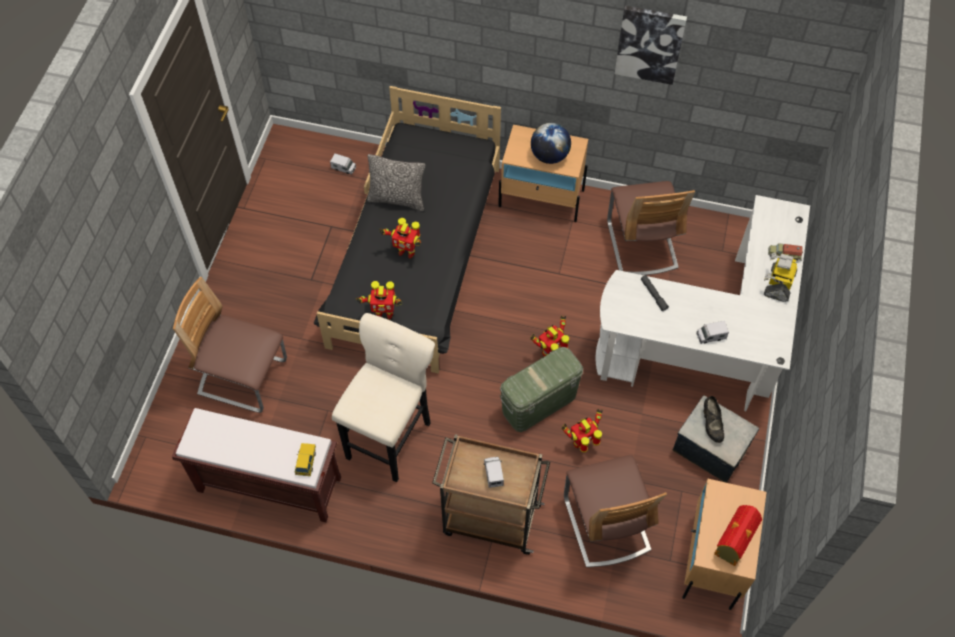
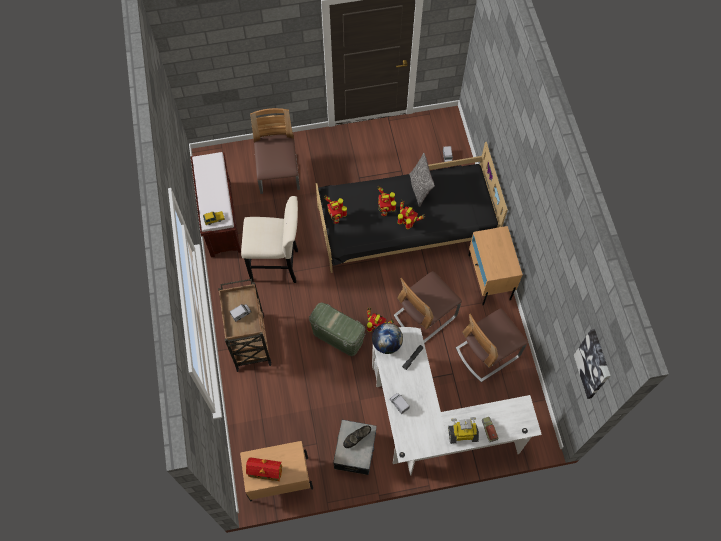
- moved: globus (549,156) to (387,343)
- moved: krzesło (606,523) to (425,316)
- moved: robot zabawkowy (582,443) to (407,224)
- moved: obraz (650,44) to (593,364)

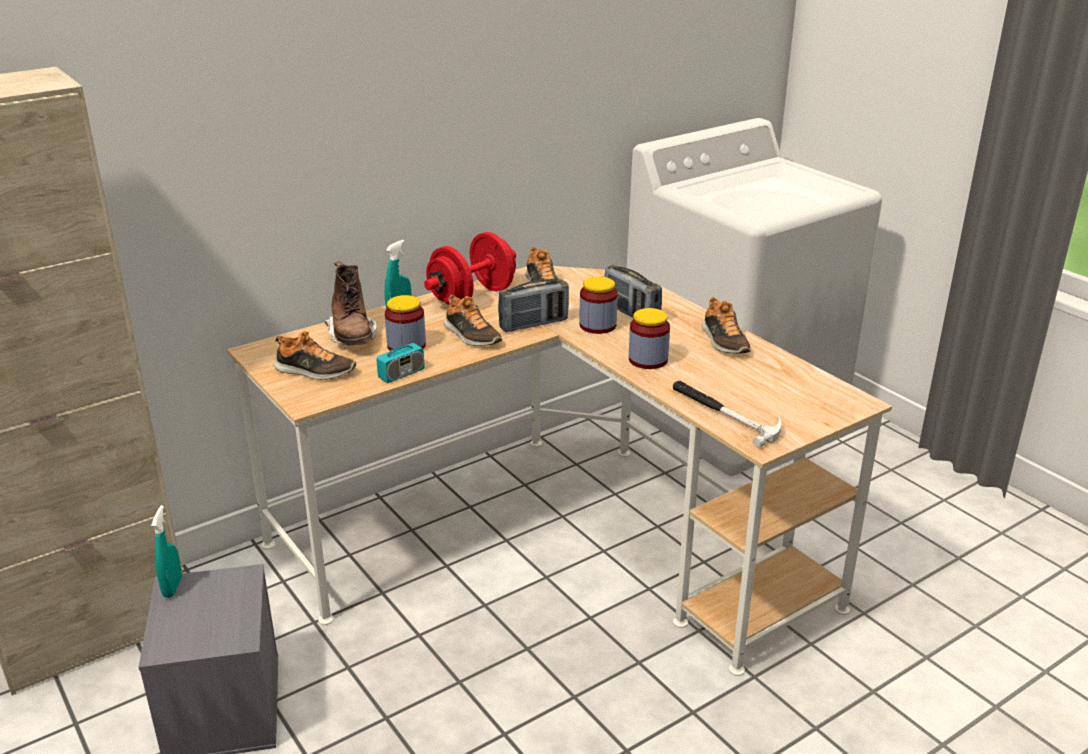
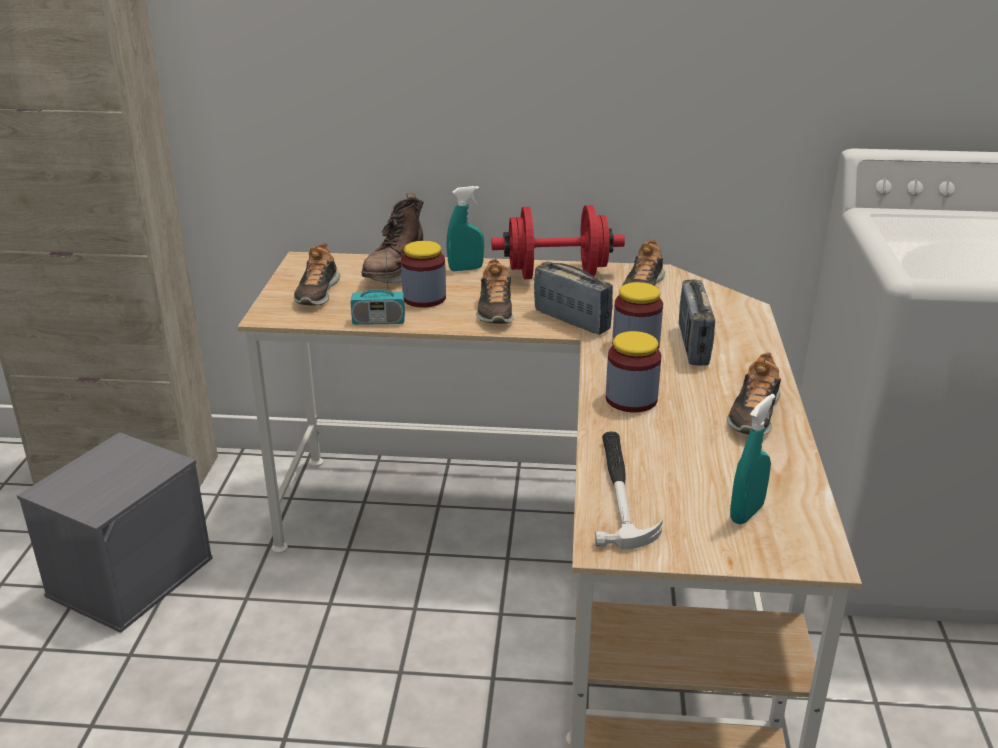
- turned: but (314,371) = (317,293) 45 degrees clockwise
- turned: radio (533,324) = (572,320) 150 degrees counterclockwise
- moved: spryskiwacz [turkusowy] (172,587) to (746,513)

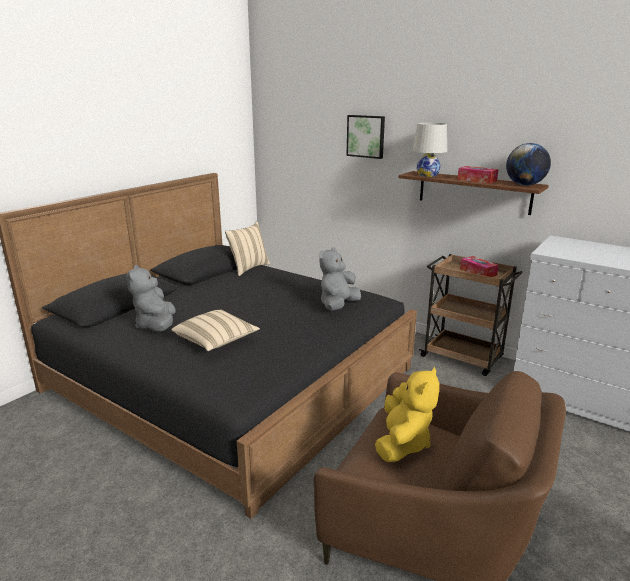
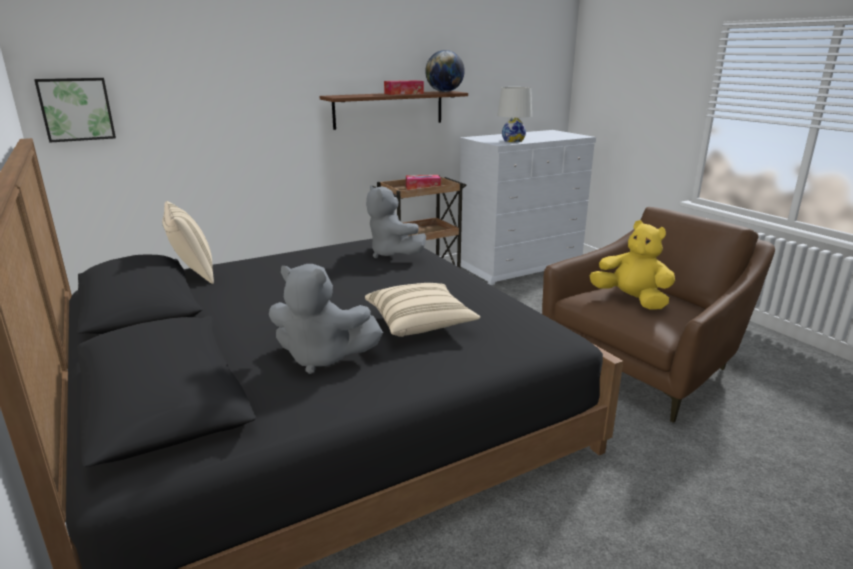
- moved: obraz (366,136) to (76,109)
- moved: lampa stołowa [biały] (428,175) to (513,140)

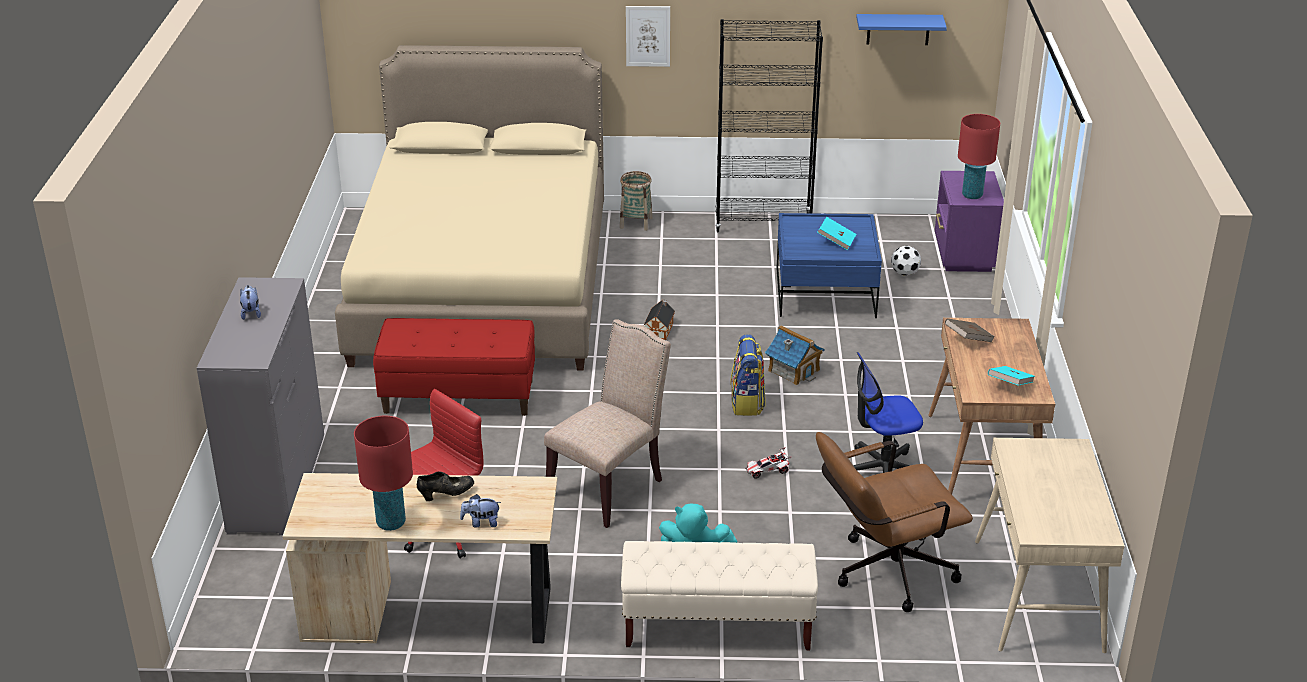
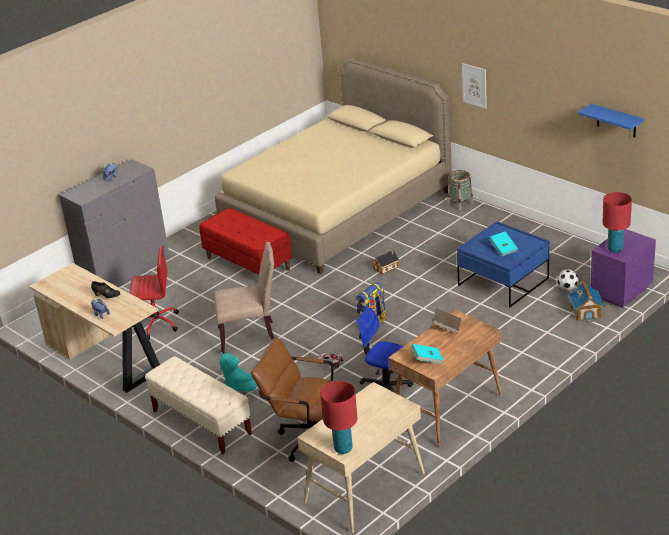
- moved: lampa stołowa [czerwony] (390,523) to (343,448)
- moved: domek (793,370) to (586,312)
- removed: regał [czarny] (763,224)

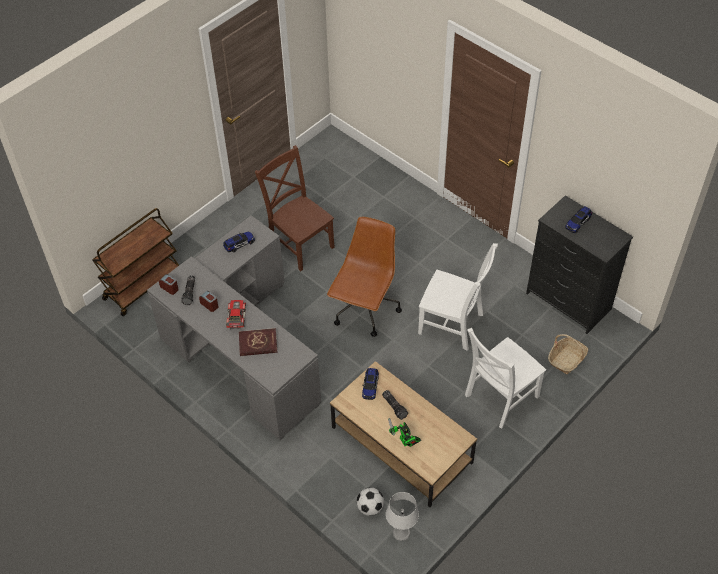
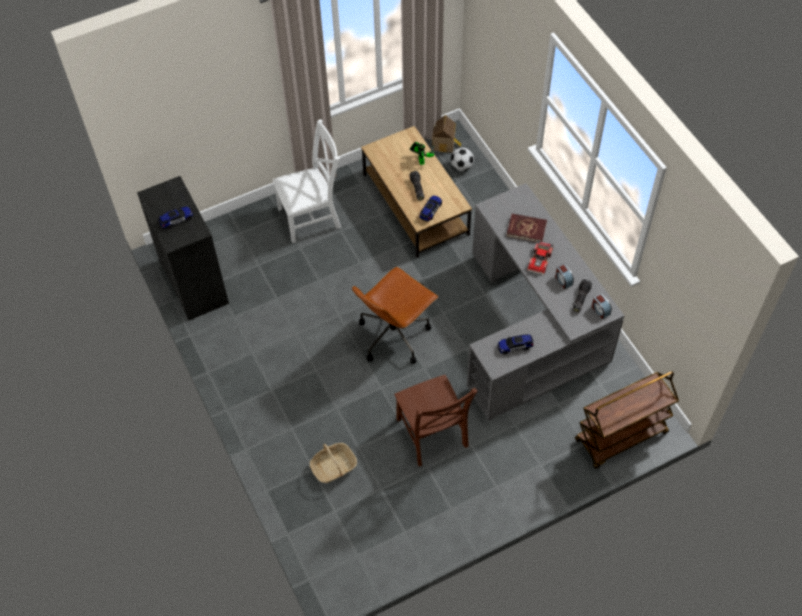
- moved: koszyk (567,359) to (334,467)
- replaced: lampa stołowa [szary] (401,533) to domek (445,143)
- removed: krzesło [biały] (453,325)

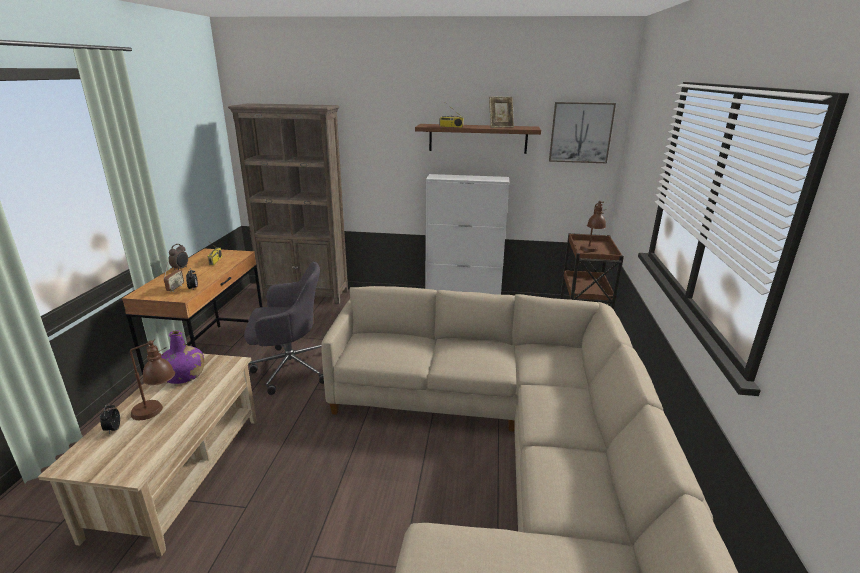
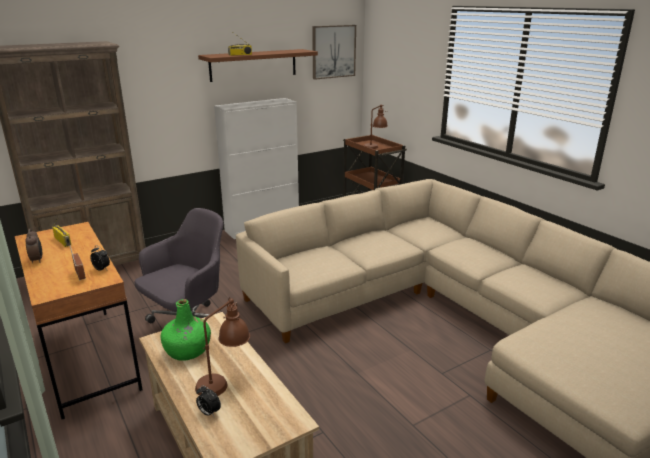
- recoloured: butelka [fioletowy] (183,376) to butelka [zielony] (188,350)
- removed: ramka na zdjęcie (500,127)

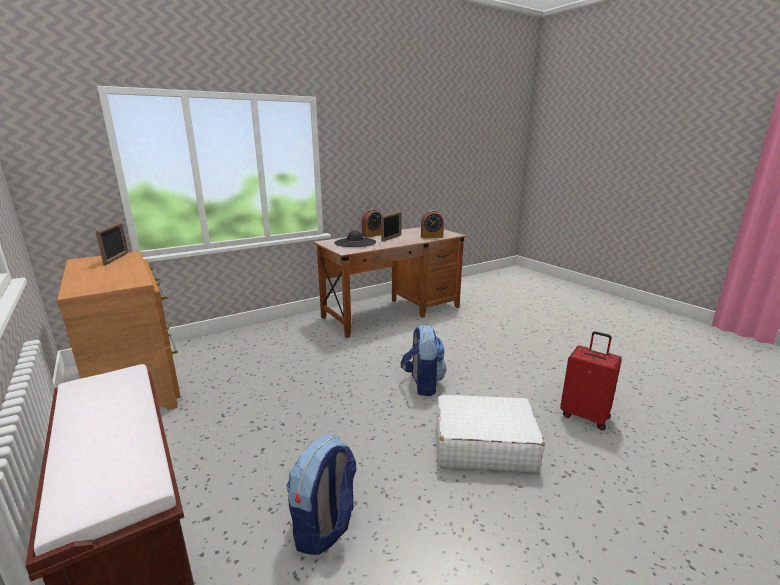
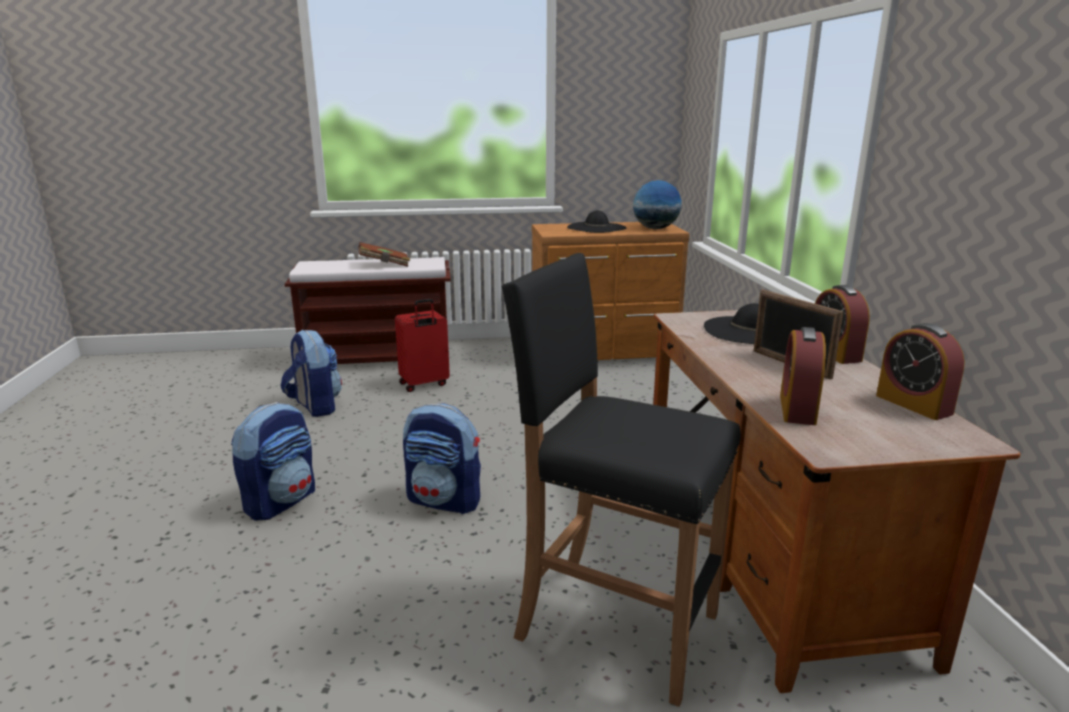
- replaced: walizka [biały] (483,444) to plecak (281,501)
- added: książka [brązowy] (384,265)
- moved: walizka [czerwony] (585,416) to (424,384)
- added: stołek [czarny] (615,626)
- added: kapelusz [czarny] (596,227)
- replaced: ramka na zdjęcie (116,258) to globus (655,228)
- added: budzik (913,404)

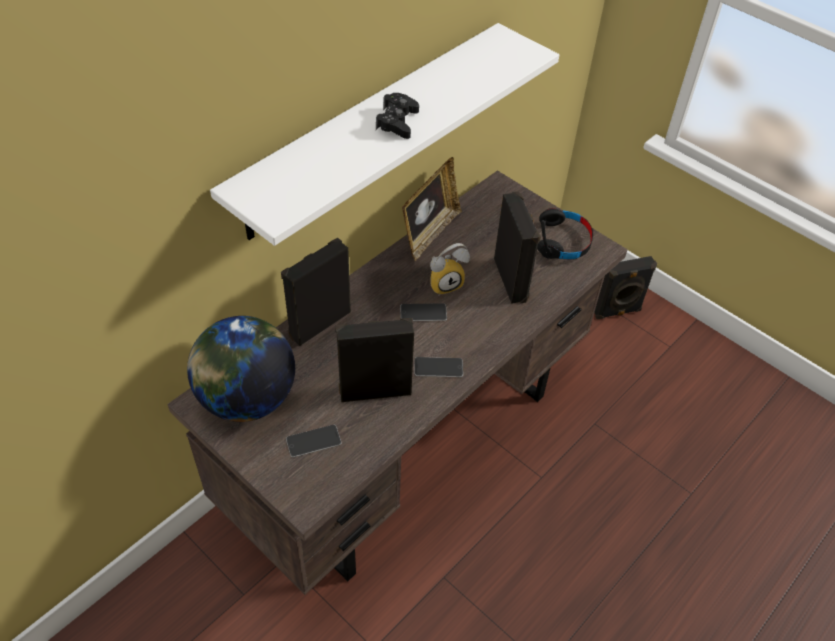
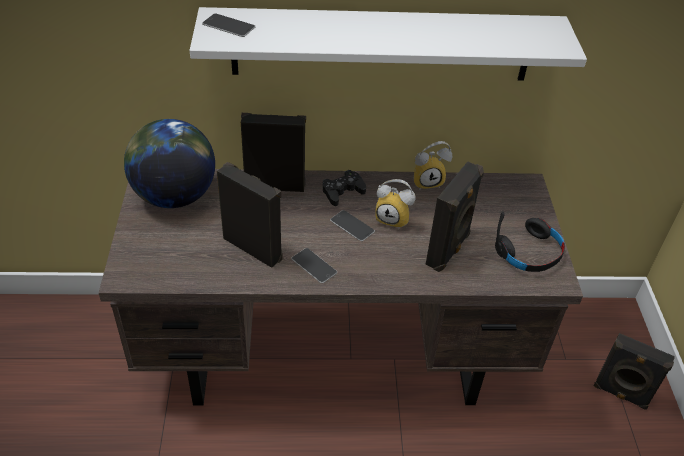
- moved: telefon (313,441) to (228,25)
- moved: pad do gier [czarny] (397,122) to (342,192)
- replaced: ramka na zdjęcie (429,233) to budzik (427,181)

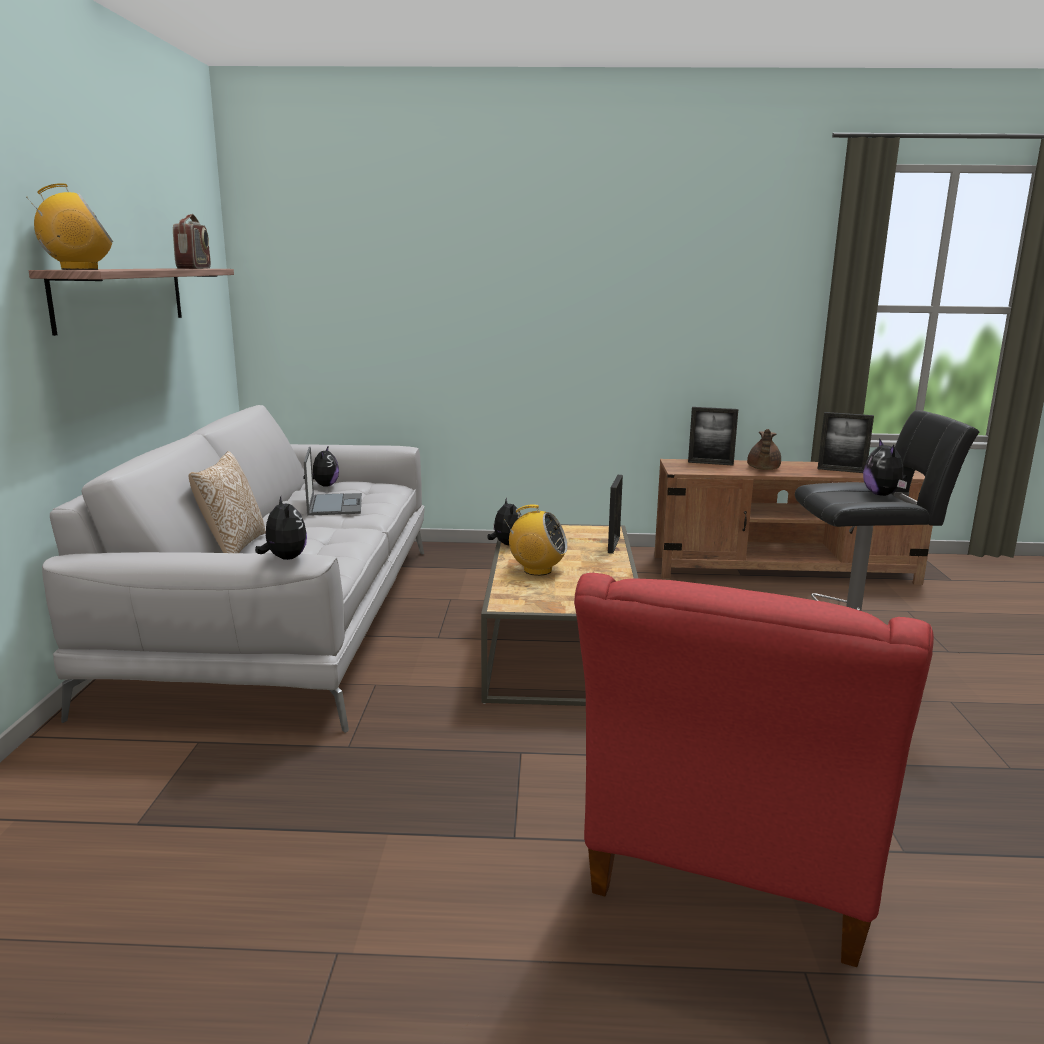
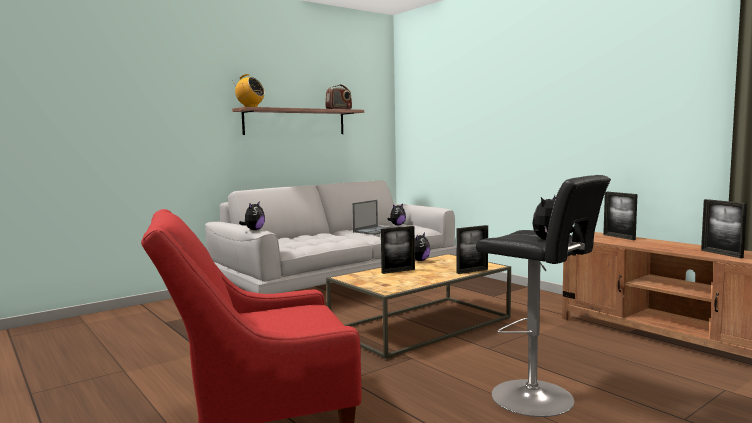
- replaced: radio (537,570) to ramka na zdjęcie (398,271)
- removed: poduszka (232,547)
- removed: imbryk [brązowy] (762,469)

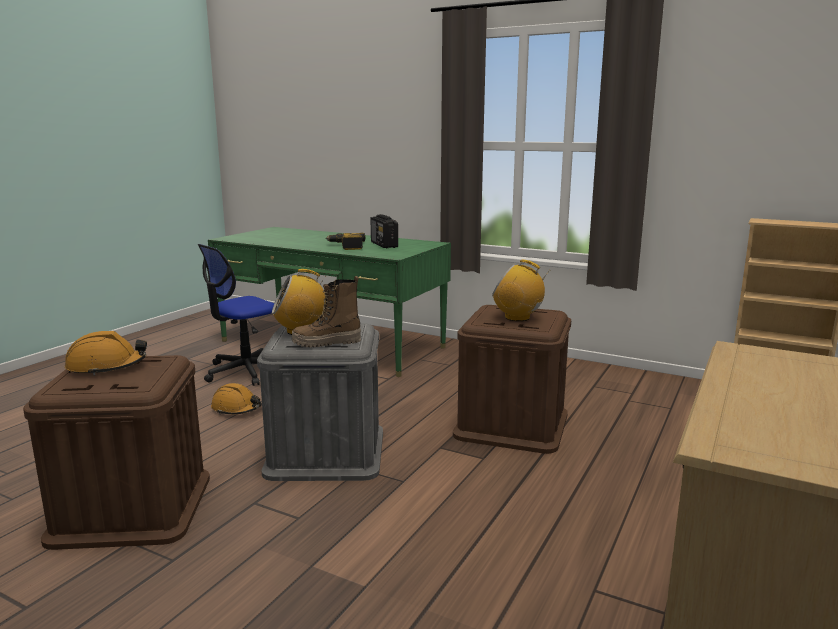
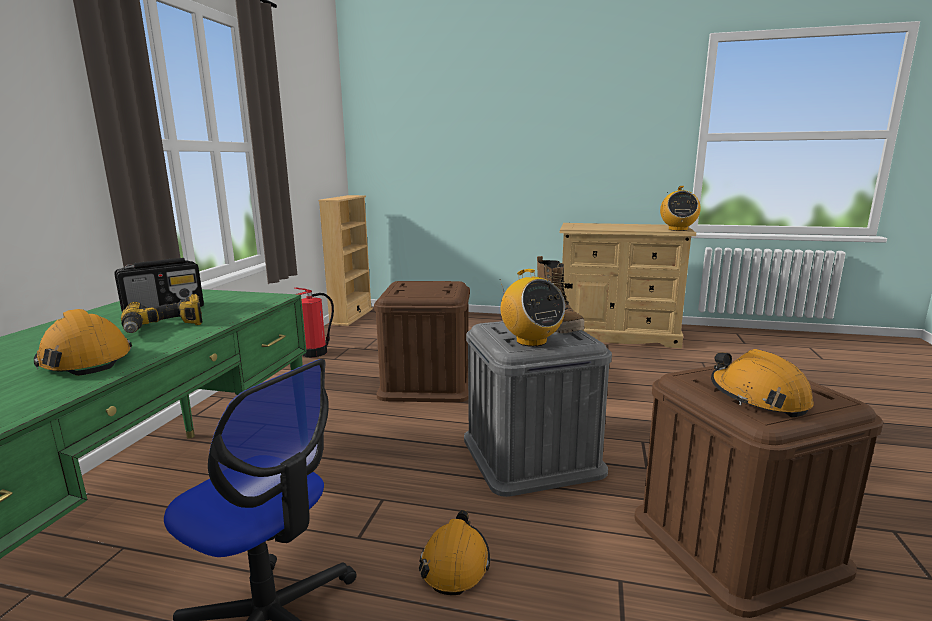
- added: kask [pomarańczowy] (85,360)
- added: gaśnica (315,352)
- moved: radio (517,317) to (677,229)

